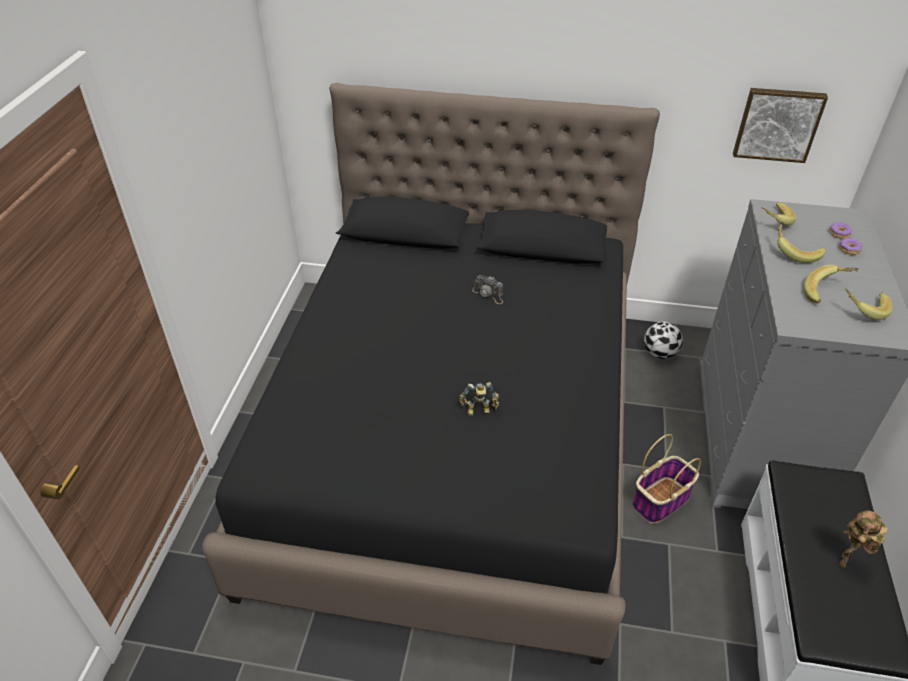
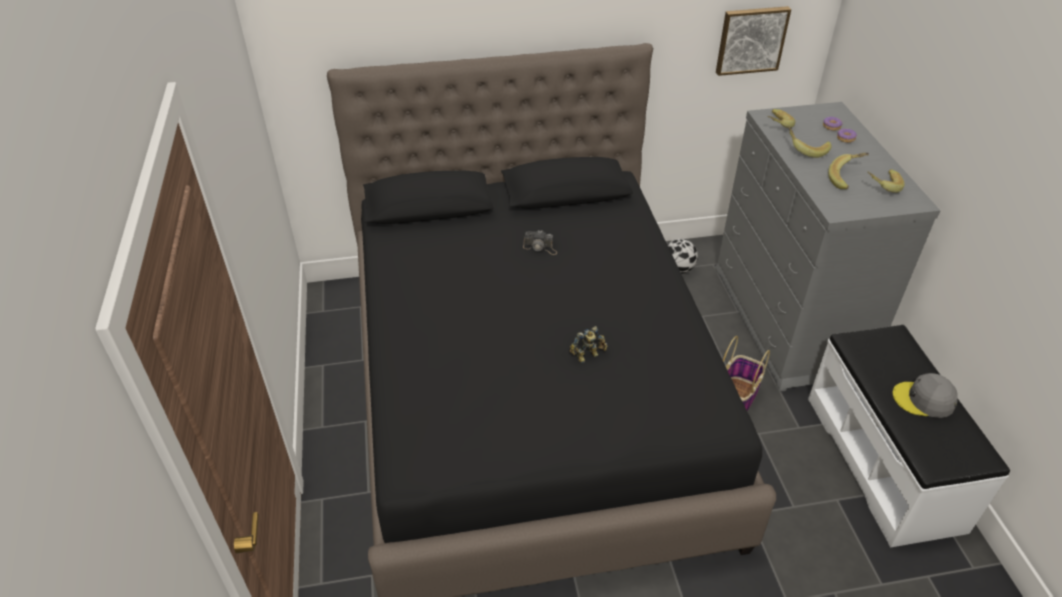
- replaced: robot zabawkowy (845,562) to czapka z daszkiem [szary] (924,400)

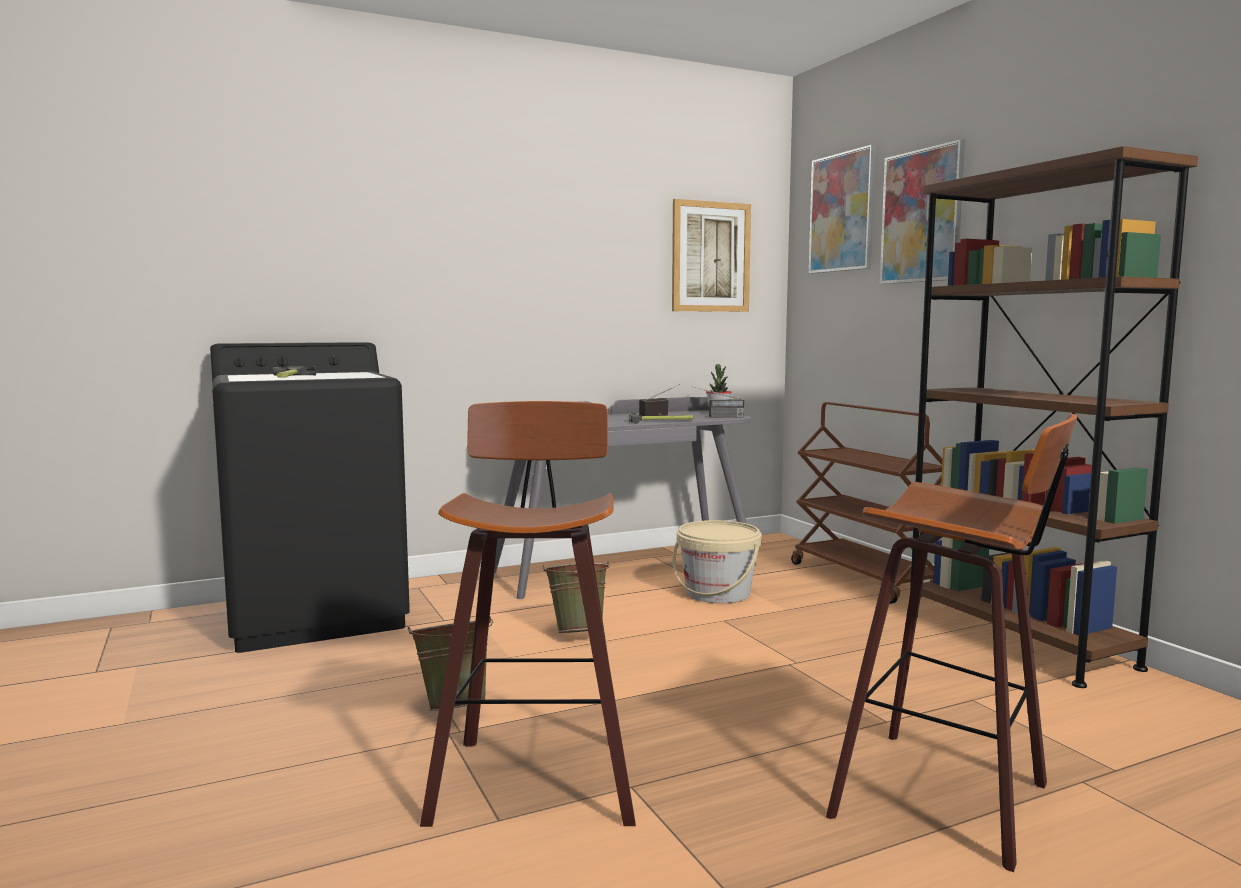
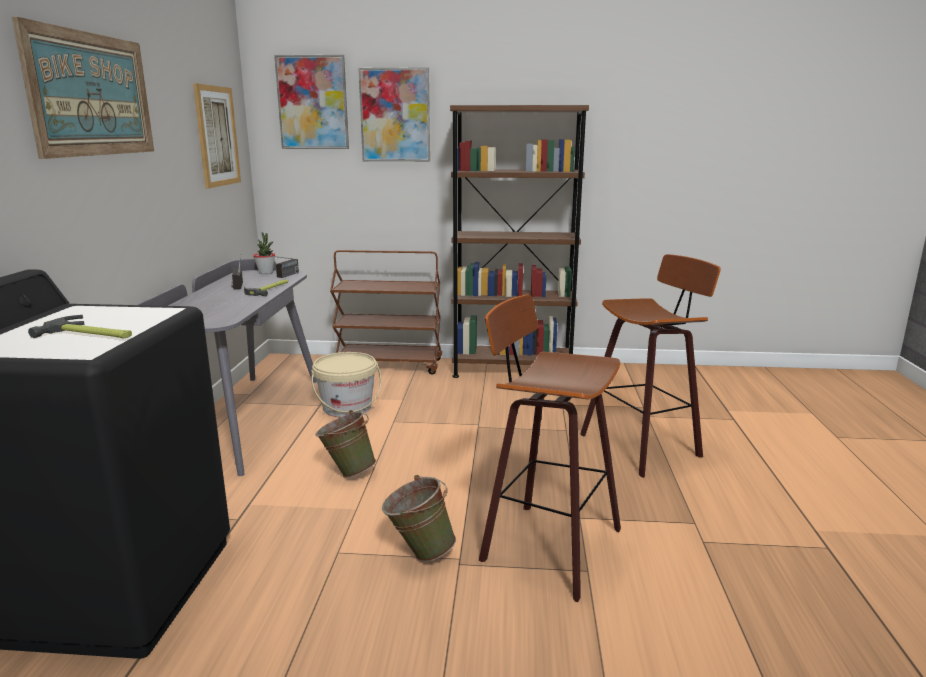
- added: obraz (92,94)

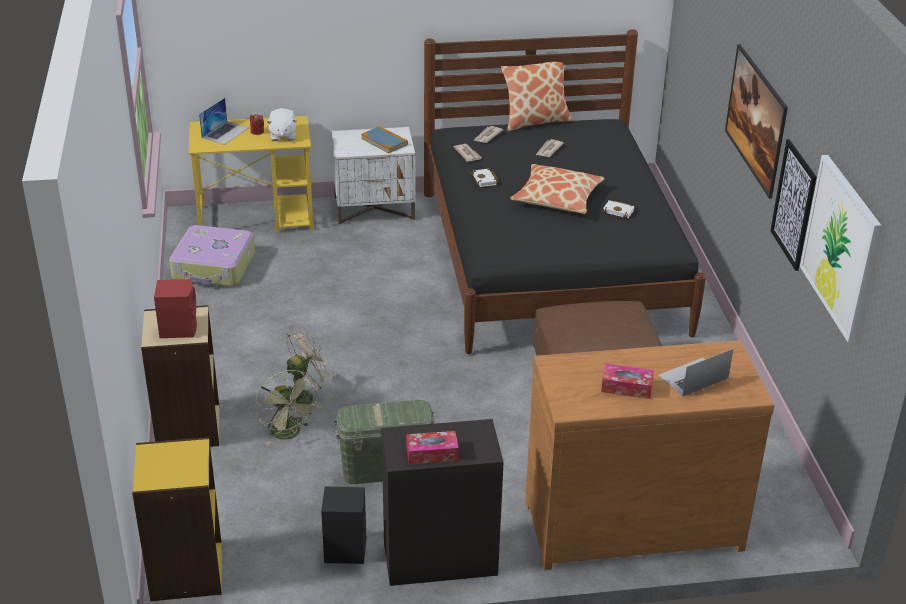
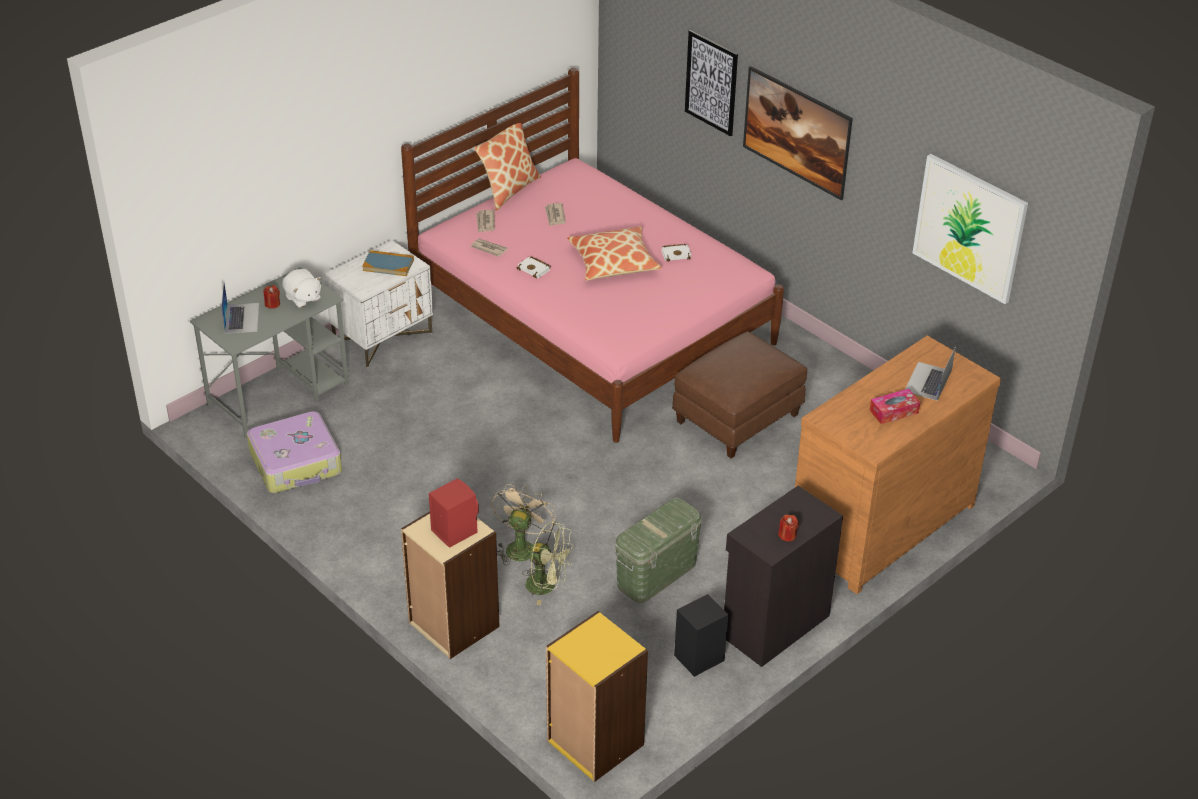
- recoloured: biurko [żółty] (257,218) to biurko [szary] (279,394)
- recoloured: łóżko [czarny] (550,260) to łóżko [różowy] (593,322)
- moved: obraz (793,205) to (711,83)
- replaced: pudełko chusteczek (432,453) to świeca [czerwony] (787,535)

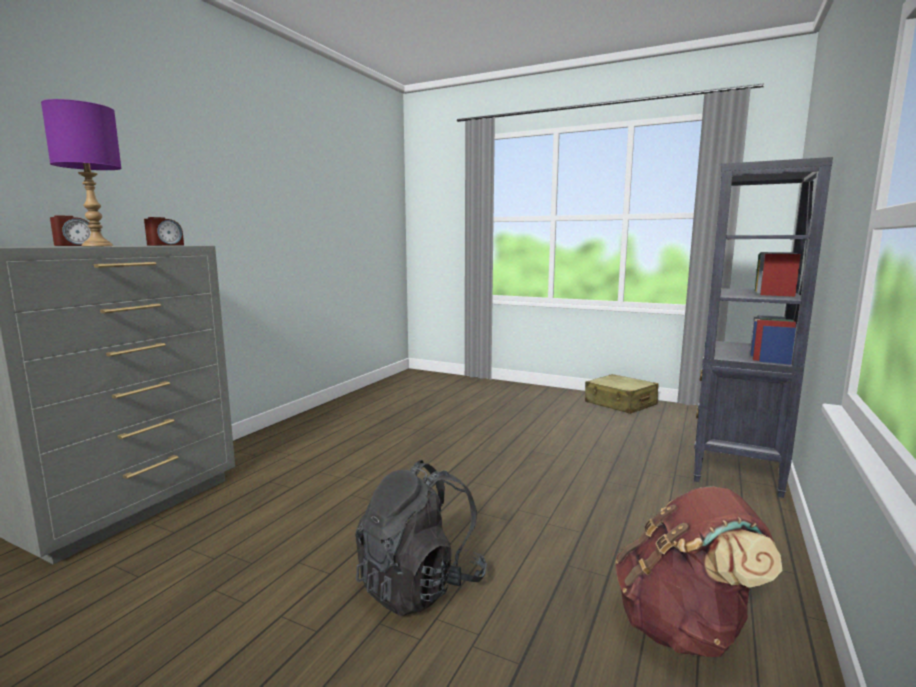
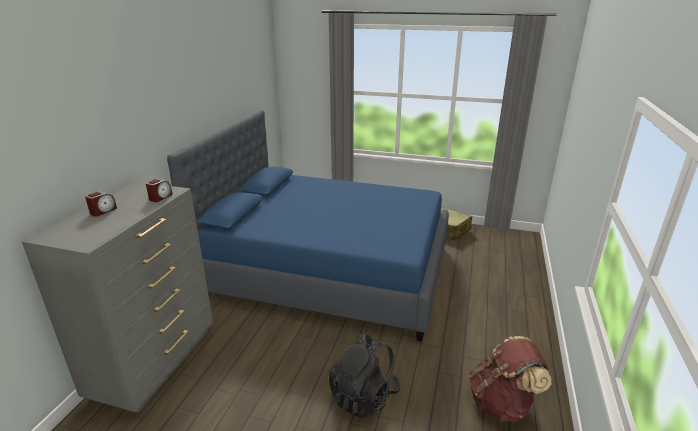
- added: łóżko [niebieski] (329,269)
- removed: lampa stołowa [fioletowy] (97,246)
- removed: regał [czarny] (735,469)

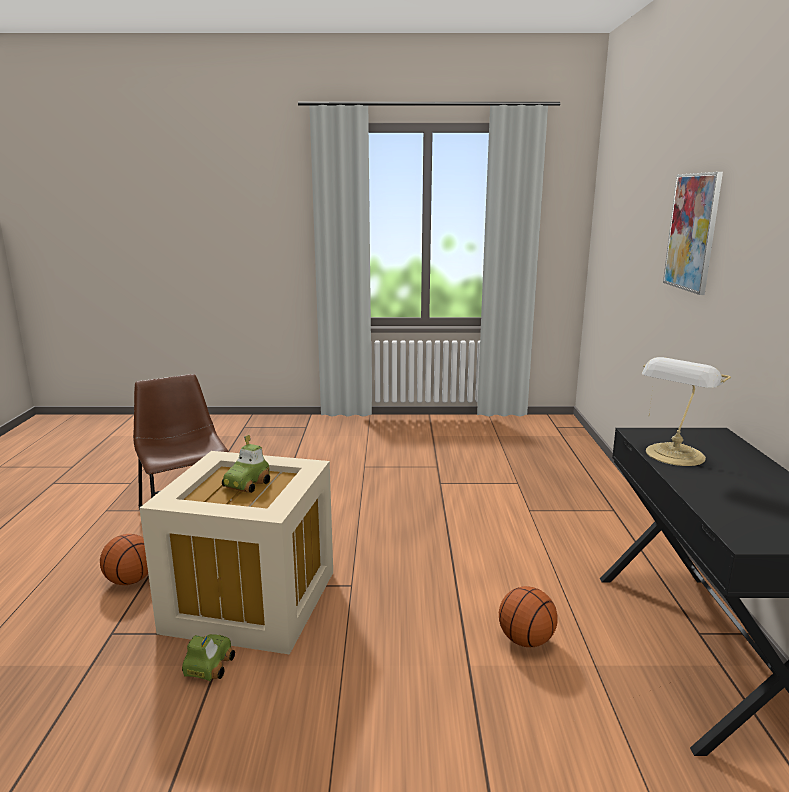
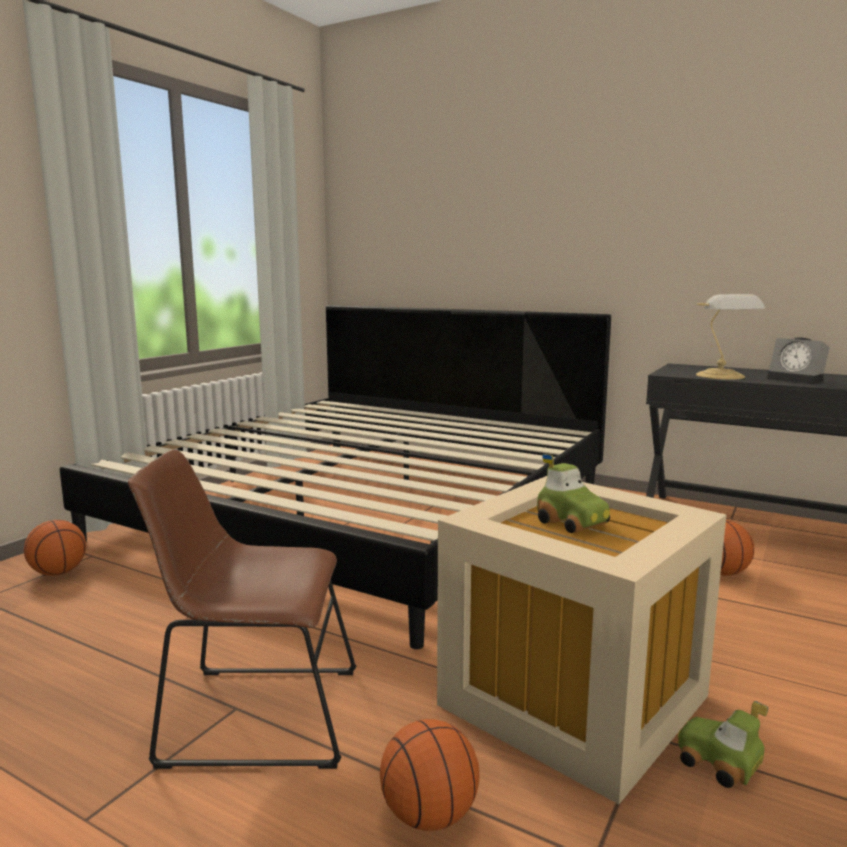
- added: piłka do koszykówki (59,573)
- added: łóżko (364,511)
- added: budzik (797,380)
- removed: obraz (692,232)

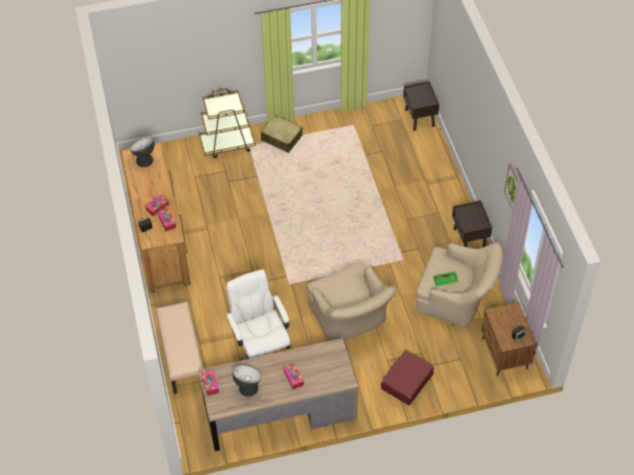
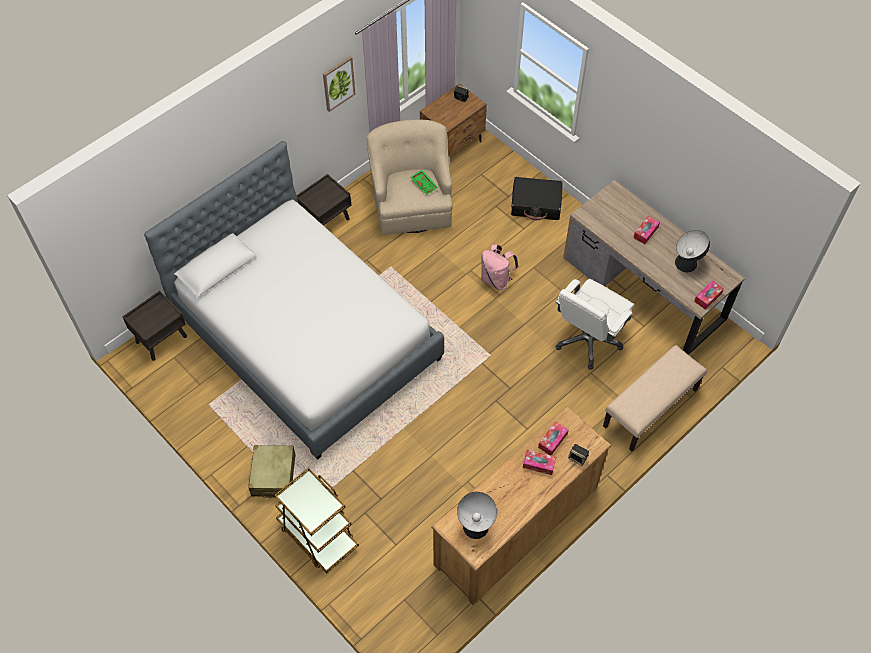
- added: łóżko (306,336)
- replaced: fotel [beżowy] (350,319) to plecak [różowy] (496,279)
- recoloured: walizka [czerwony] (406,381) to walizka [czarny] (536,204)

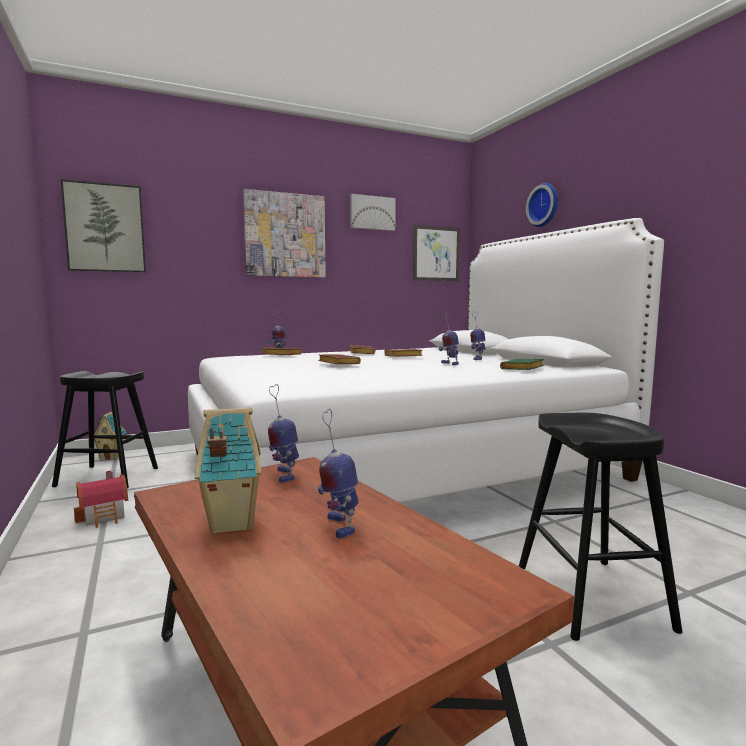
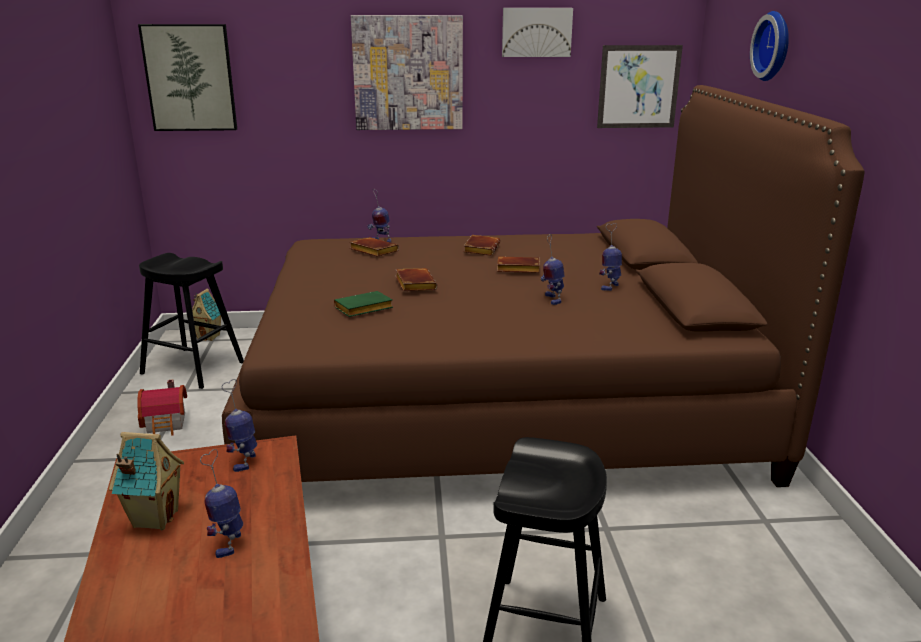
- recoloured: łóżko [biały] (400,465) to łóżko [brązowy] (501,402)
- moved: książka [zielony] (523,369) to (363,309)

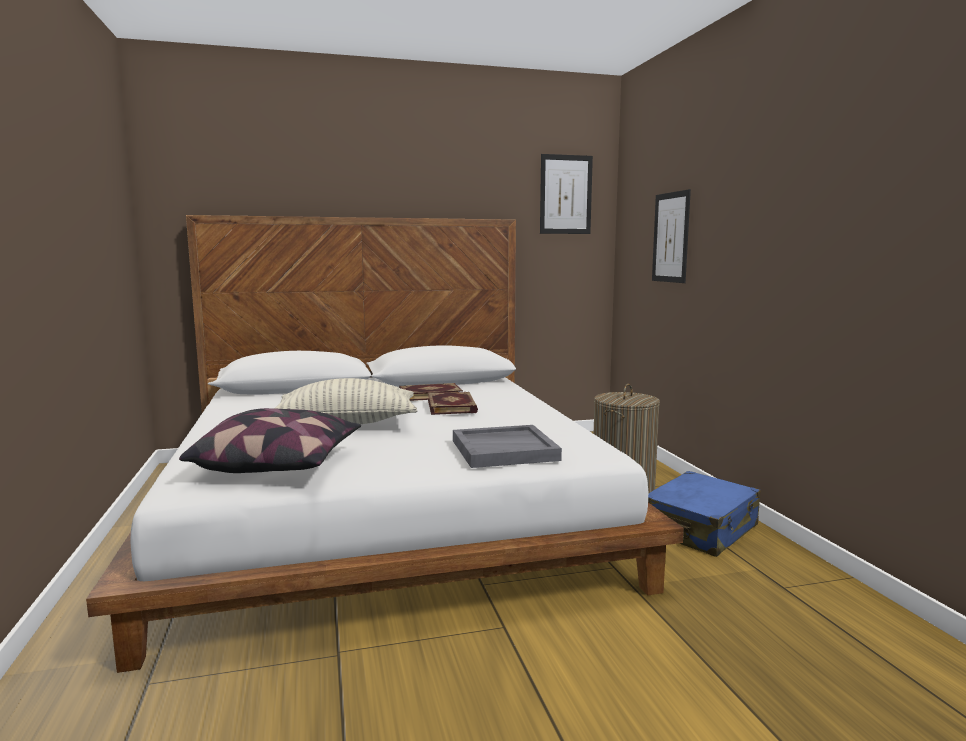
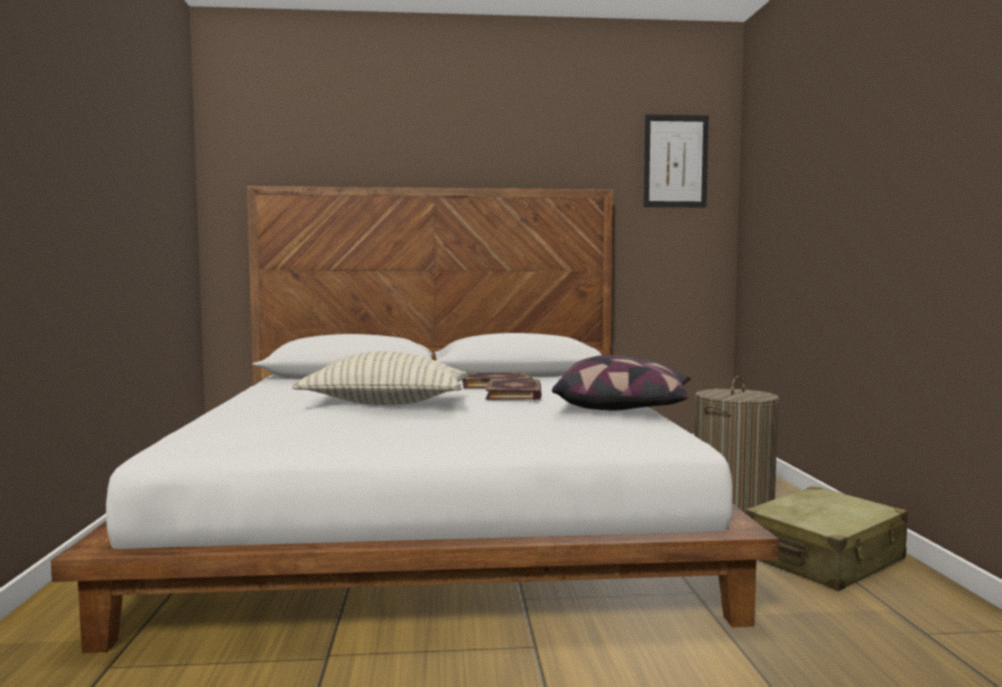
- moved: poduszka (280,465) to (624,408)
- recoloured: walizka [niebieski] (700,529) to walizka [beżowy] (824,559)
- removed: taca [szary] (505,450)
- removed: obraz (671,237)

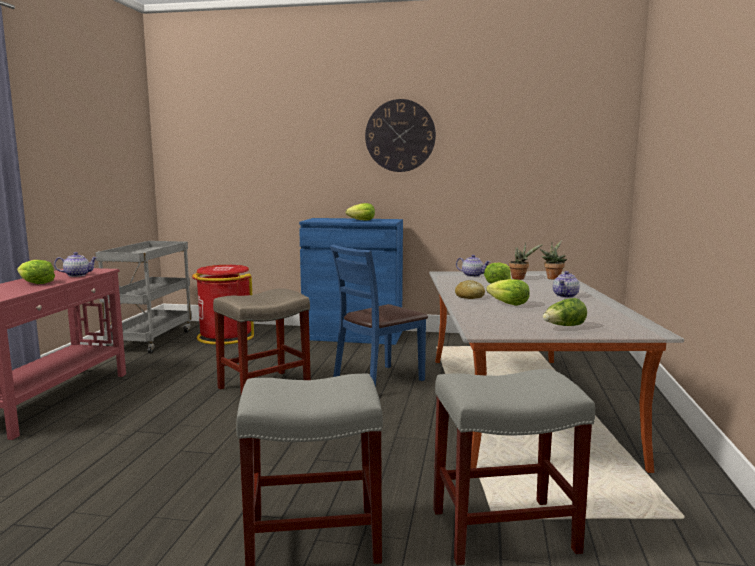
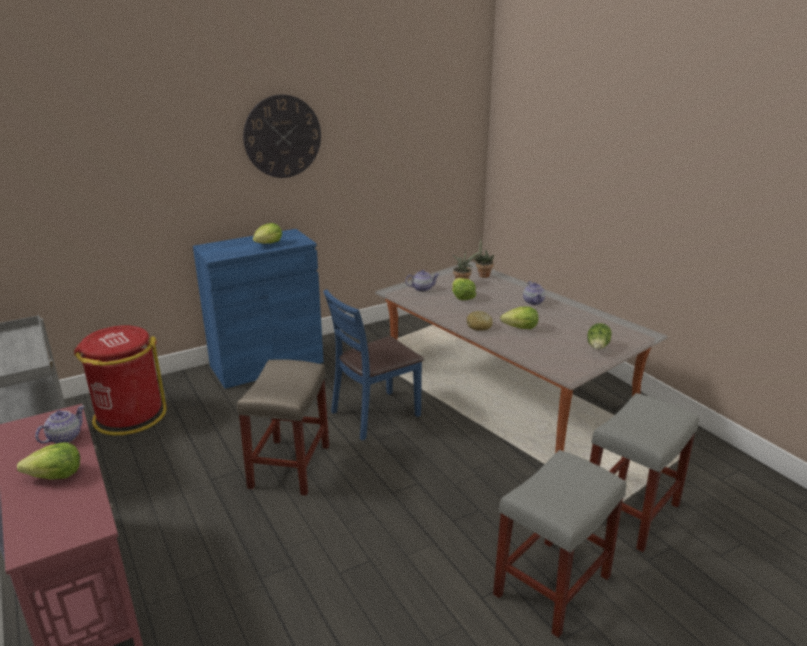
- turned: krzesło [niebieski] (378,381) = (375,414) 45 degrees clockwise

